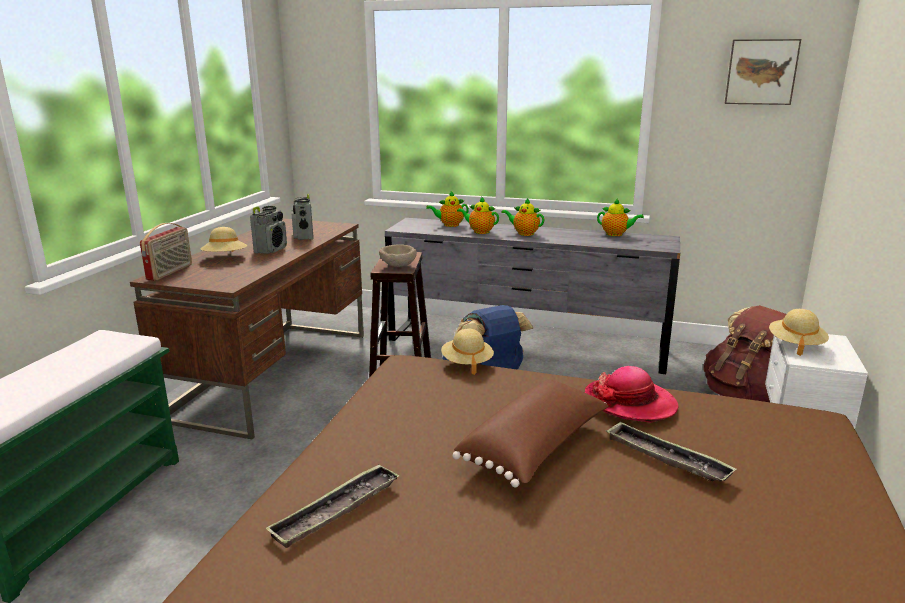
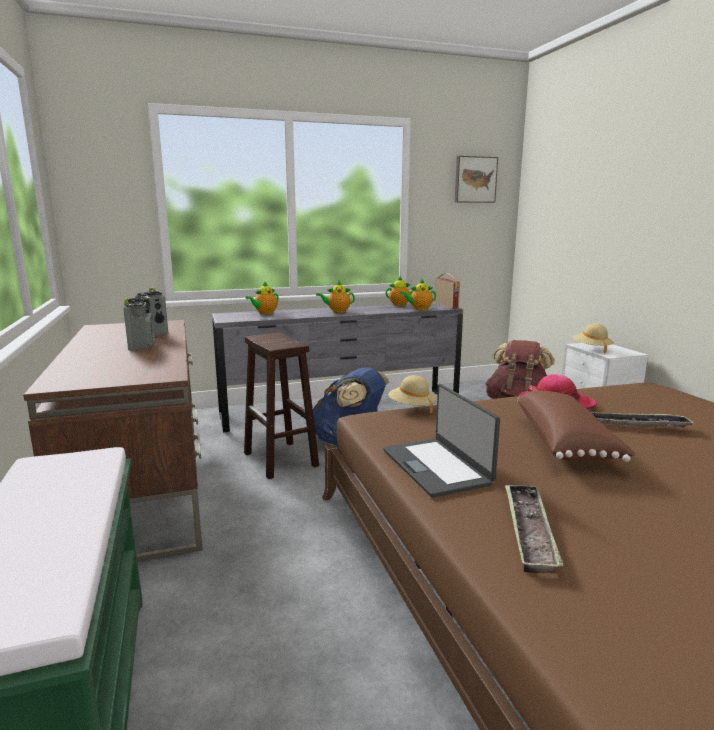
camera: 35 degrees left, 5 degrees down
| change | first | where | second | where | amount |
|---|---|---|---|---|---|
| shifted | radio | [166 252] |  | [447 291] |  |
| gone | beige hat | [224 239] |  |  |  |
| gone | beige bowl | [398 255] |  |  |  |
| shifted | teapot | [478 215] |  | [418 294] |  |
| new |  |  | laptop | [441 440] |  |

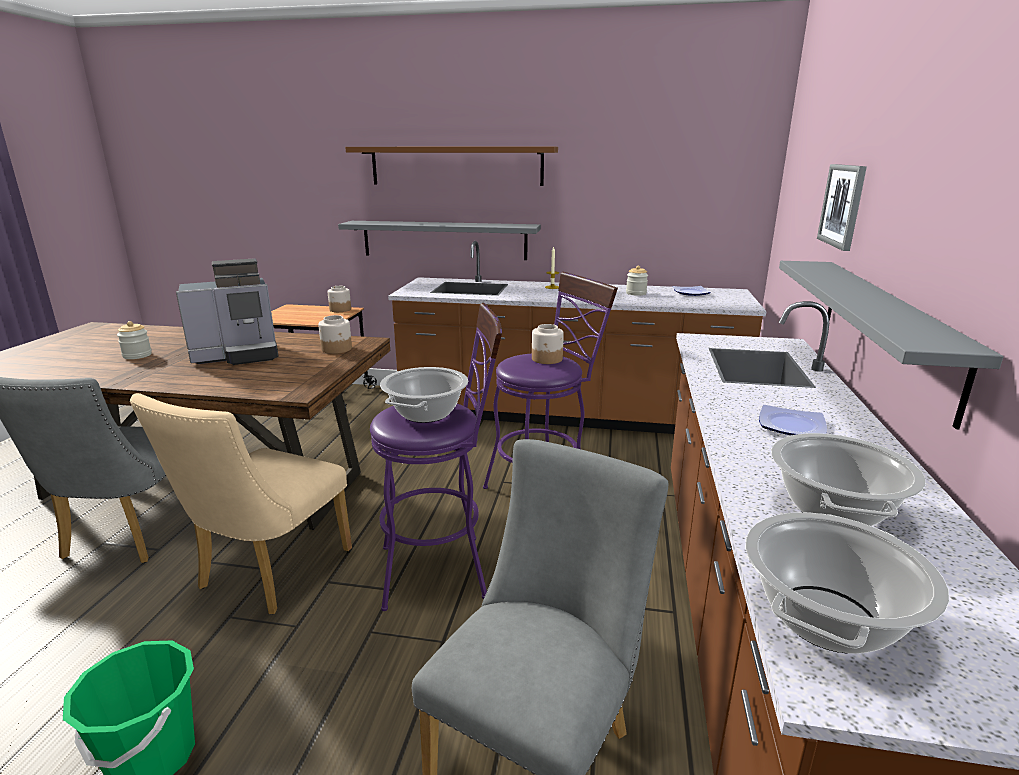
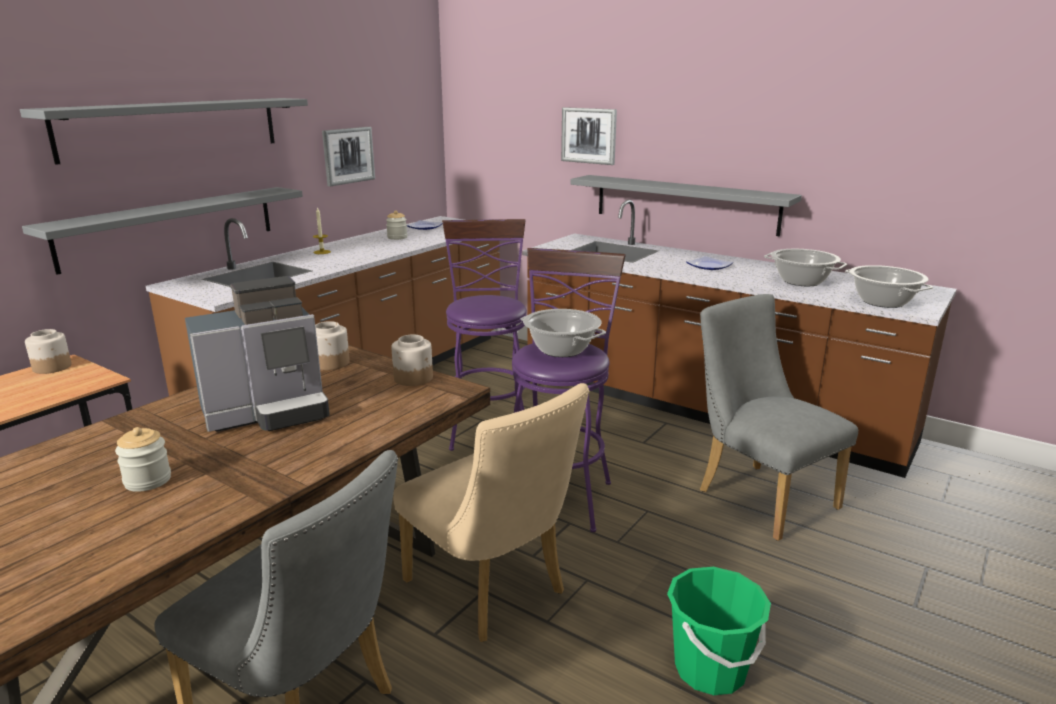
camera: 65 degrees left, 0 degrees up
| change | first | where | second | where | amount |
|---|---|---|---|---|---|
| rotated | coffee machine | [227 312] |  | [257 354] | 60 degrees clockwise |
| repainted | brown shelf | [451 166] | grey shelf | [164 131] |  |
| shifted | jar | [548 344] |  | [412 360] |  |
| new |  |  | picture | [348 156] |  |

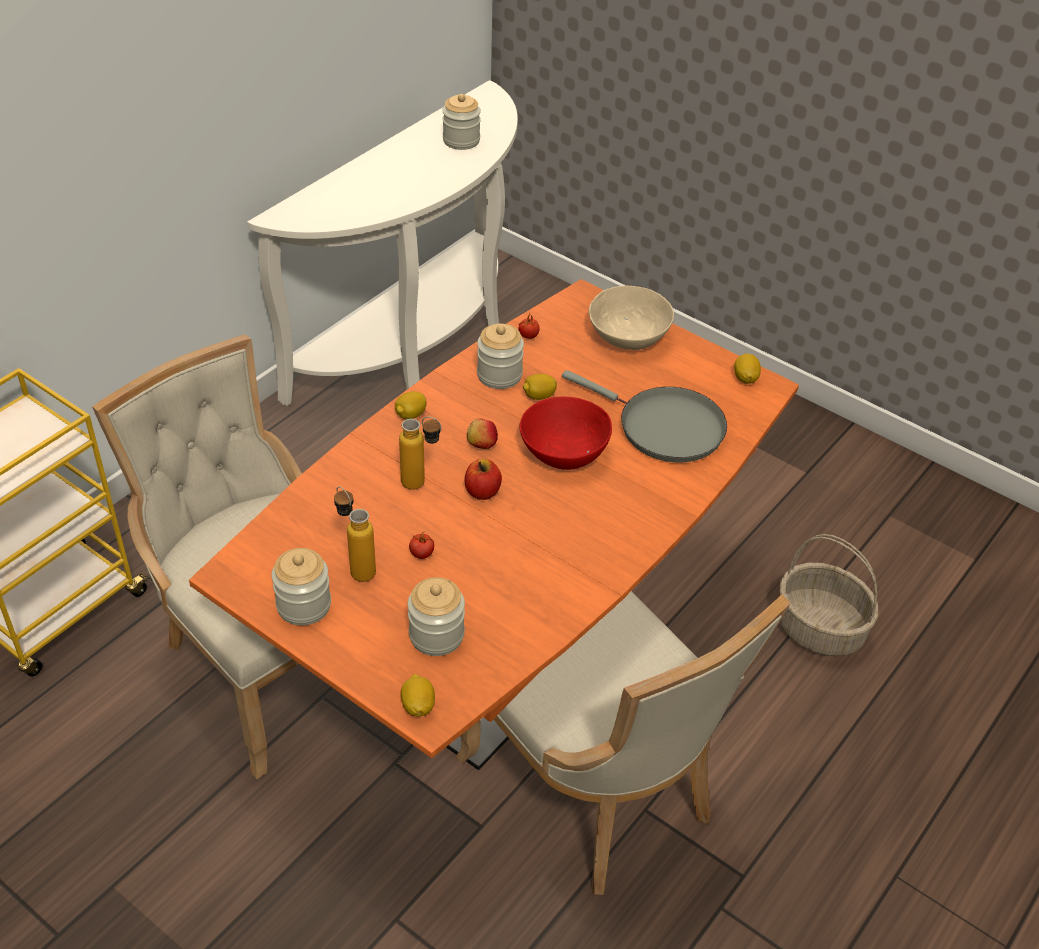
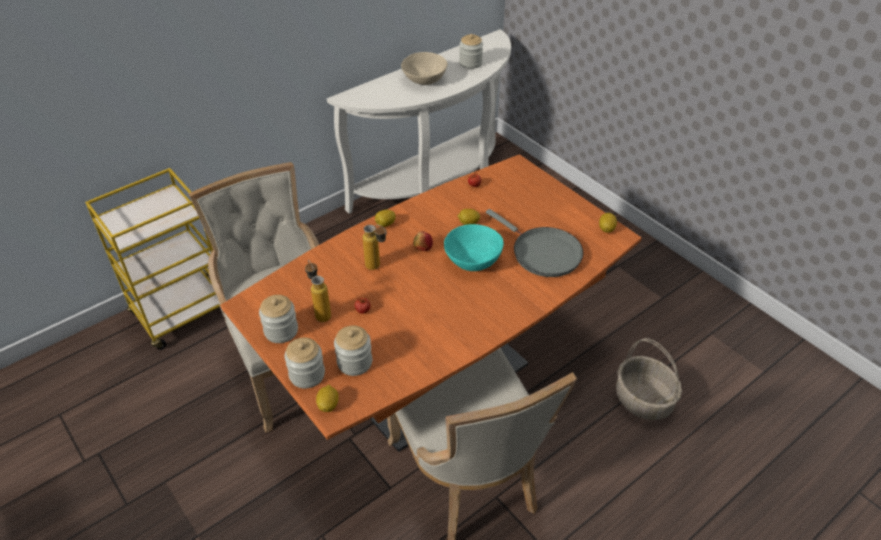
camera: 15 degrees right, 0 degrees up
| change | first | where | second | where | amount |
|---|---|---|---|---|---|
| gone | apple | [483 479] |  |  |  |
| shifted | jar | [500 356] |  | [304 363] |  |
| repainted | red bowl | [565 433] | turquoise bowl | [474 247] |  |
| shifted | beige bowl | [631 318] |  | [424 68] |  |

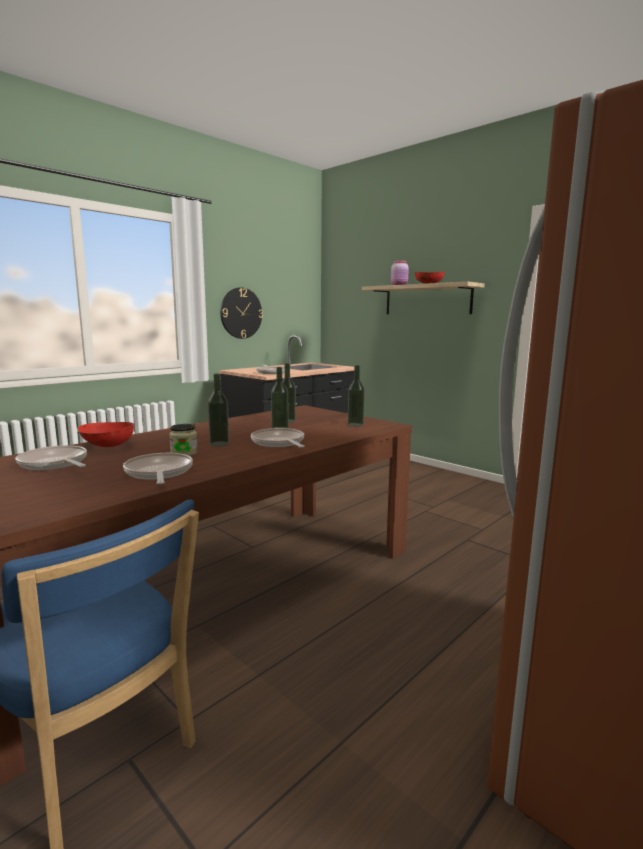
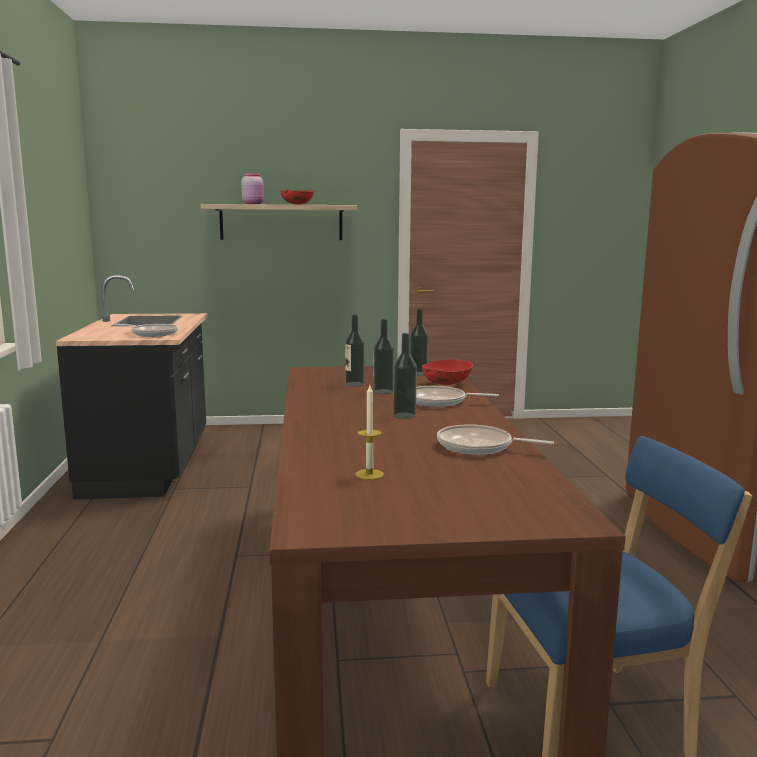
camera: 50 degrees left, 0 degrees up
| change | first | where | second | where | amount |
|---|---|---|---|---|---|
| swapped | frying pan | [51 457] | candle | [369 432] |  |
| shifted | red bowl | [106 434] |  | [447 372] |  |
| gone | jar | [183 440] |  |  |  |
| gone | wall clock | [241 313] |  |  |  |

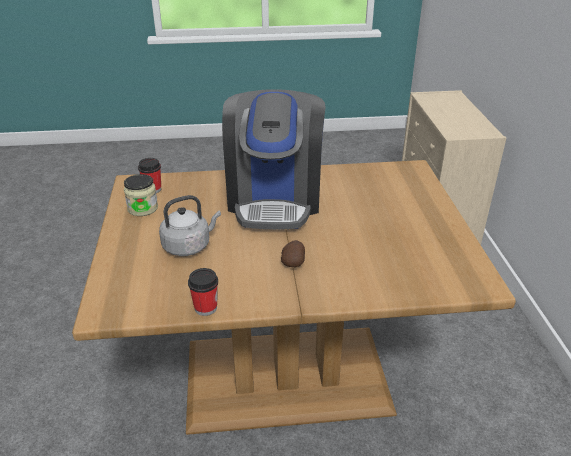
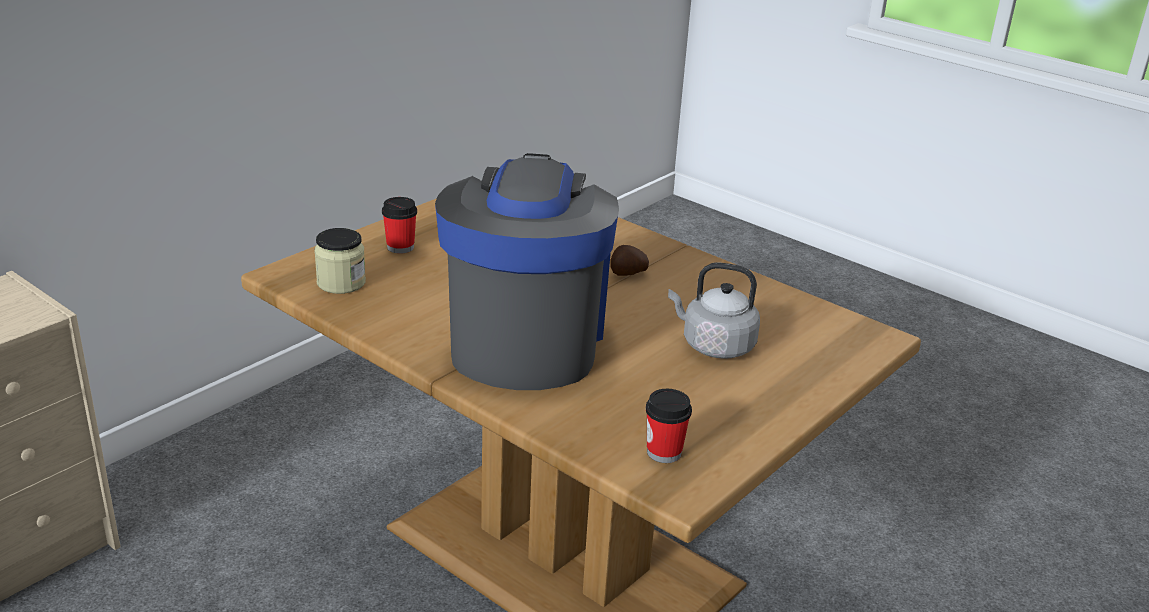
camera: 135 degrees left, 5 degrees down
| change | first | where | second | where | amount |
|---|---|---|---|---|---|
| shifted | jar | [141 195] |  | [340 261] |  |
| shifted | cup | [203 292] |  | [399 225] |  |
| rotated | coffee machine | [274 159] |  | [527 271] | 45 degrees counterclockwise |

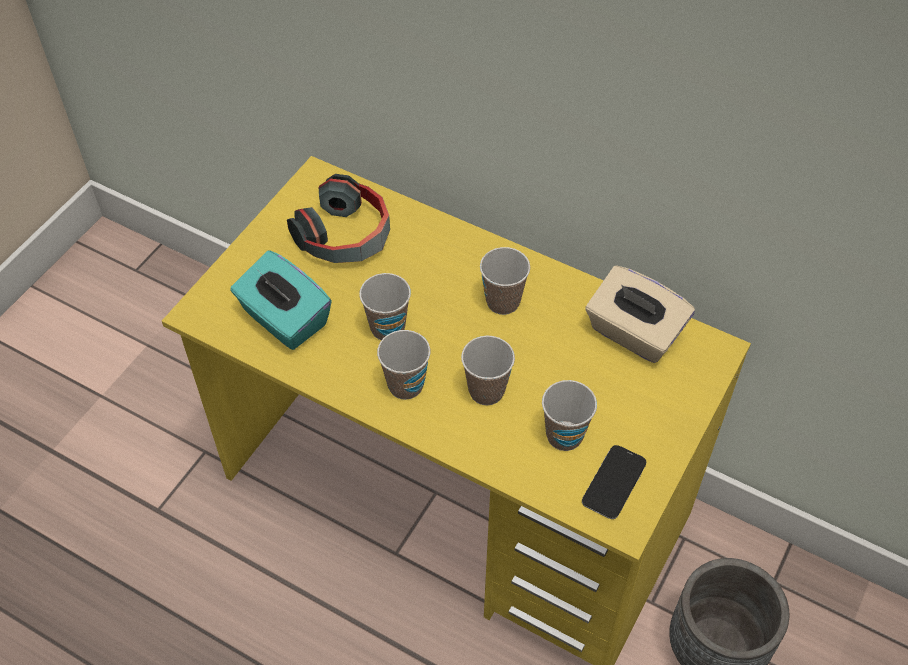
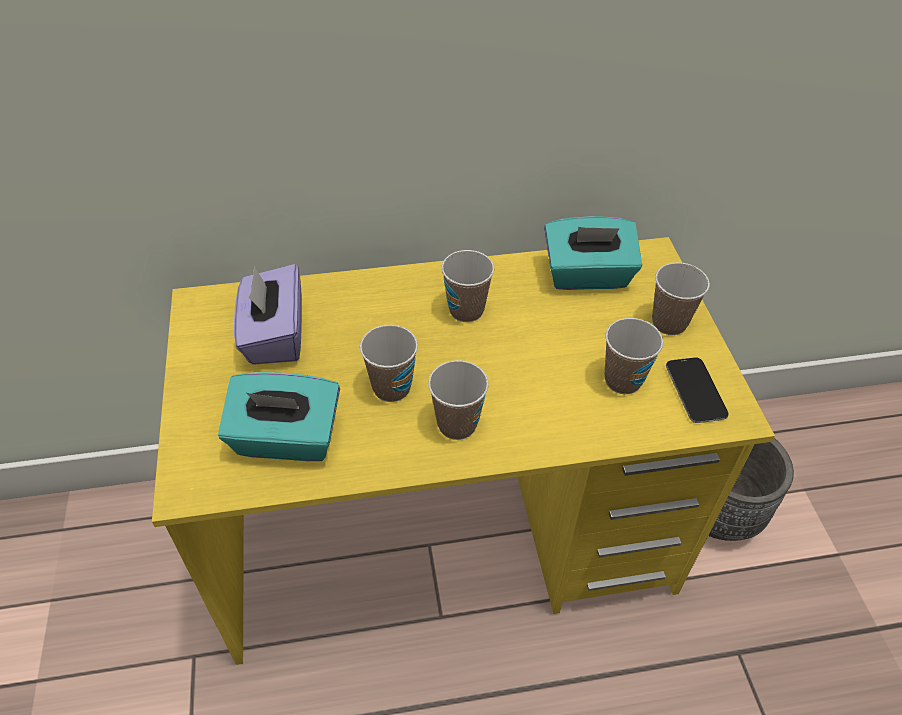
camera: 40 degrees left, 5 degrees down
| change | first | where | second | where | amount |
|---|---|---|---|---|---|
| swapped | headphones | [338 218] | purple tissue box | [268 314] |  |
| shifted | cup | [488 371] |  | [681 298] |  |
| repainted | beige tissue box | [640 314] | turquoise tissue box | [593 253] |  |

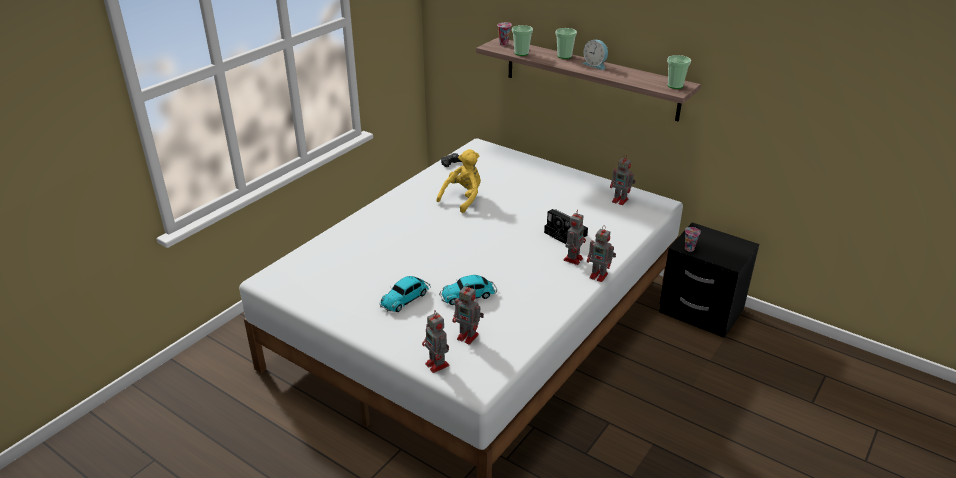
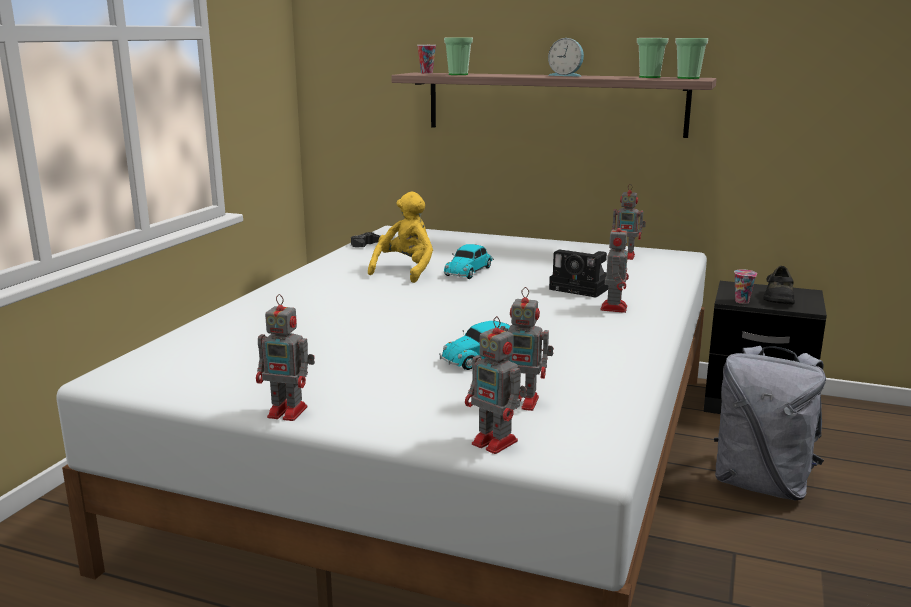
camera: 15 degrees left, 15 degrees down
| change | first | where | second | where | amount |
|---|---|---|---|---|---|
| shifted | toy car | [405 294] |  | [469 261] |  |
| shifted | cup | [566 43] |  | [653 58] |  |
| shifted | toy robot | [601 254] |  | [285 357] |  |
| new |  |  | grey backpack | [770 423] |  |
| new |  |  | black shoe | [779 285] |  |

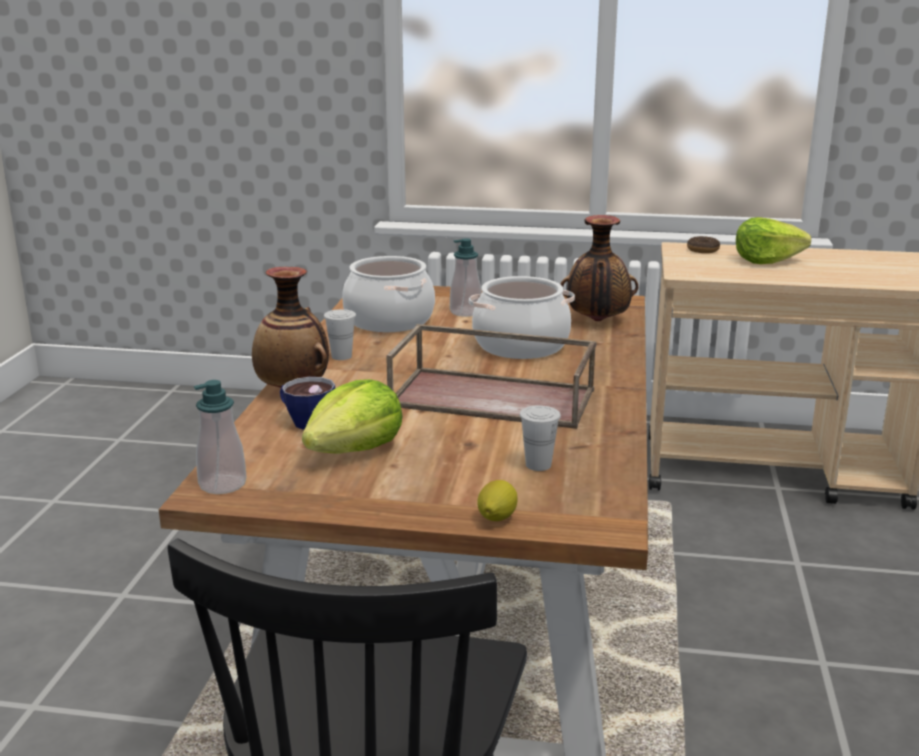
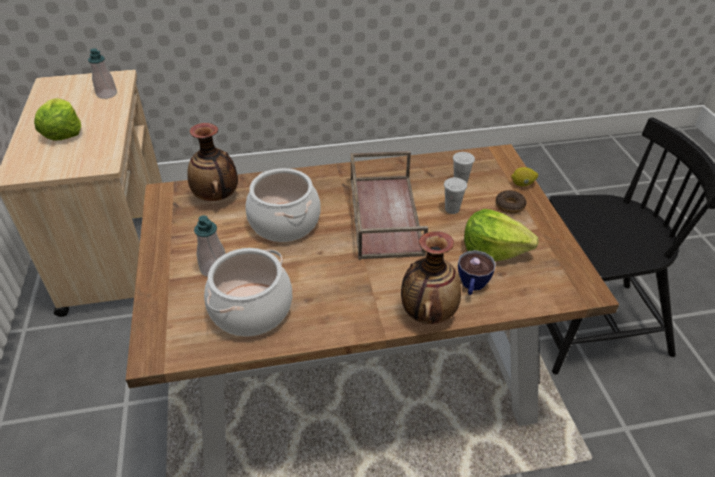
camera: 110 degrees left, 20 degrees up
| change | first | where | second | where | amount |
|---|---|---|---|---|---|
| shifted | soap dispenser | [220 437] |  | [102 73] |  |
| shifted | white cup | [340 334] |  | [455 196] |  |
| shifted | donut | [703 244] |  | [511 201] |  |

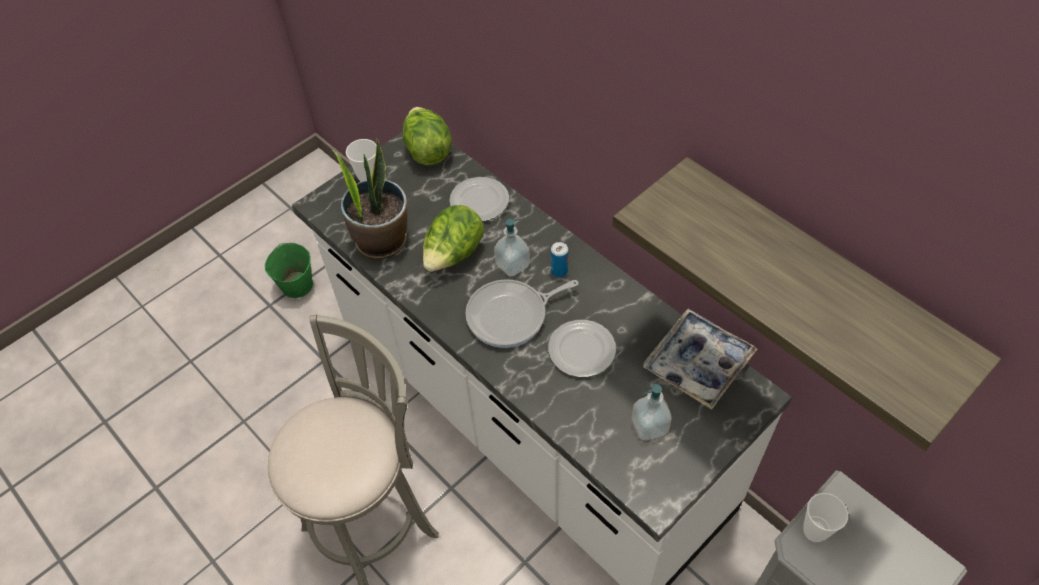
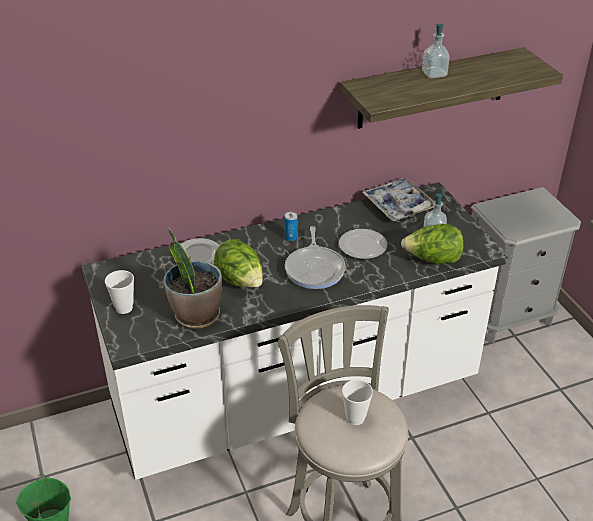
camera: 70 degrees left, 15 degrees down
| change | first | where | second | where | amount |
|---|---|---|---|---|---|
| shifted | lettuce | [427 136] |  | [432 244] |  |
| shifted | soap dispenser | [512 247] |  | [436 51] |  |
| shifted | cup | [825 517] |  | [357 402] |  |

